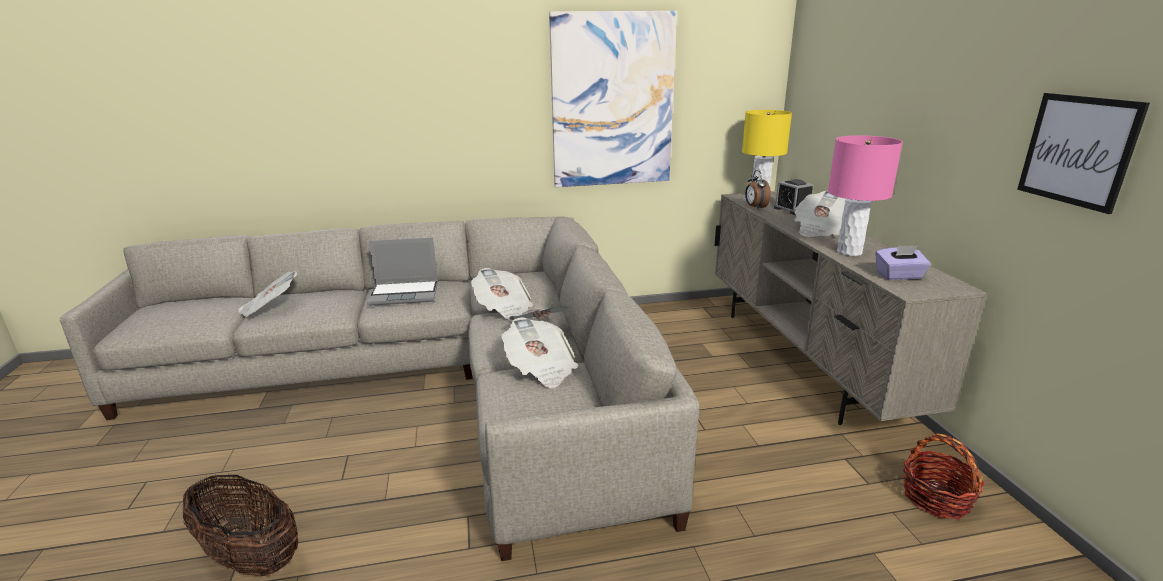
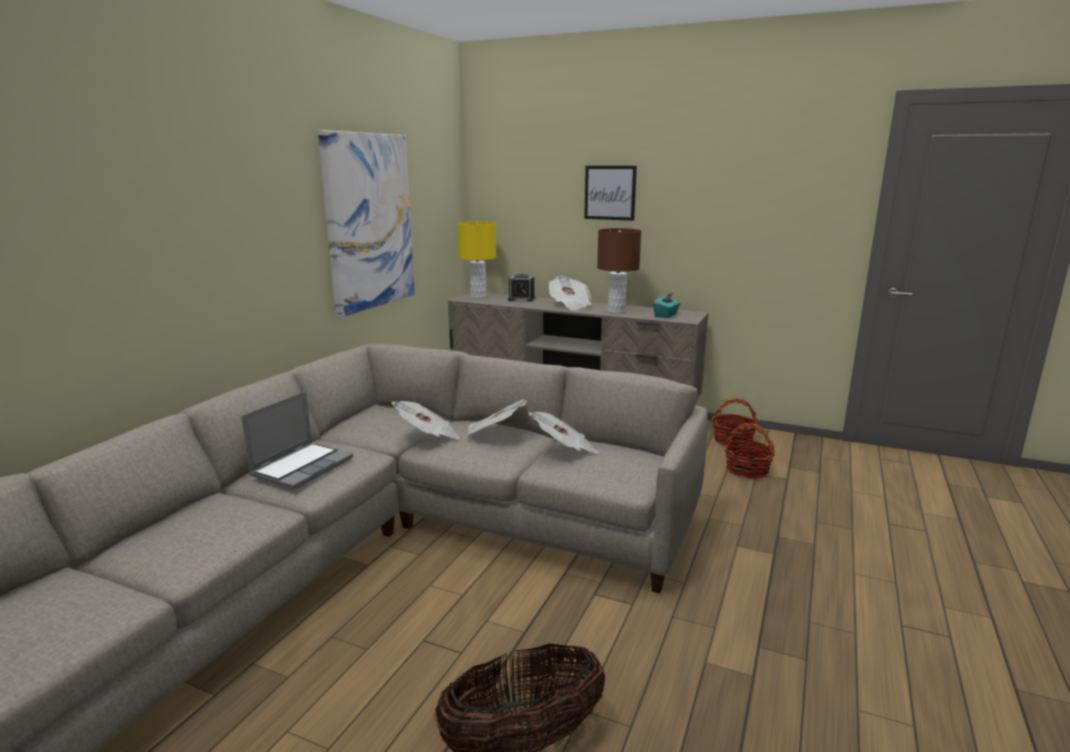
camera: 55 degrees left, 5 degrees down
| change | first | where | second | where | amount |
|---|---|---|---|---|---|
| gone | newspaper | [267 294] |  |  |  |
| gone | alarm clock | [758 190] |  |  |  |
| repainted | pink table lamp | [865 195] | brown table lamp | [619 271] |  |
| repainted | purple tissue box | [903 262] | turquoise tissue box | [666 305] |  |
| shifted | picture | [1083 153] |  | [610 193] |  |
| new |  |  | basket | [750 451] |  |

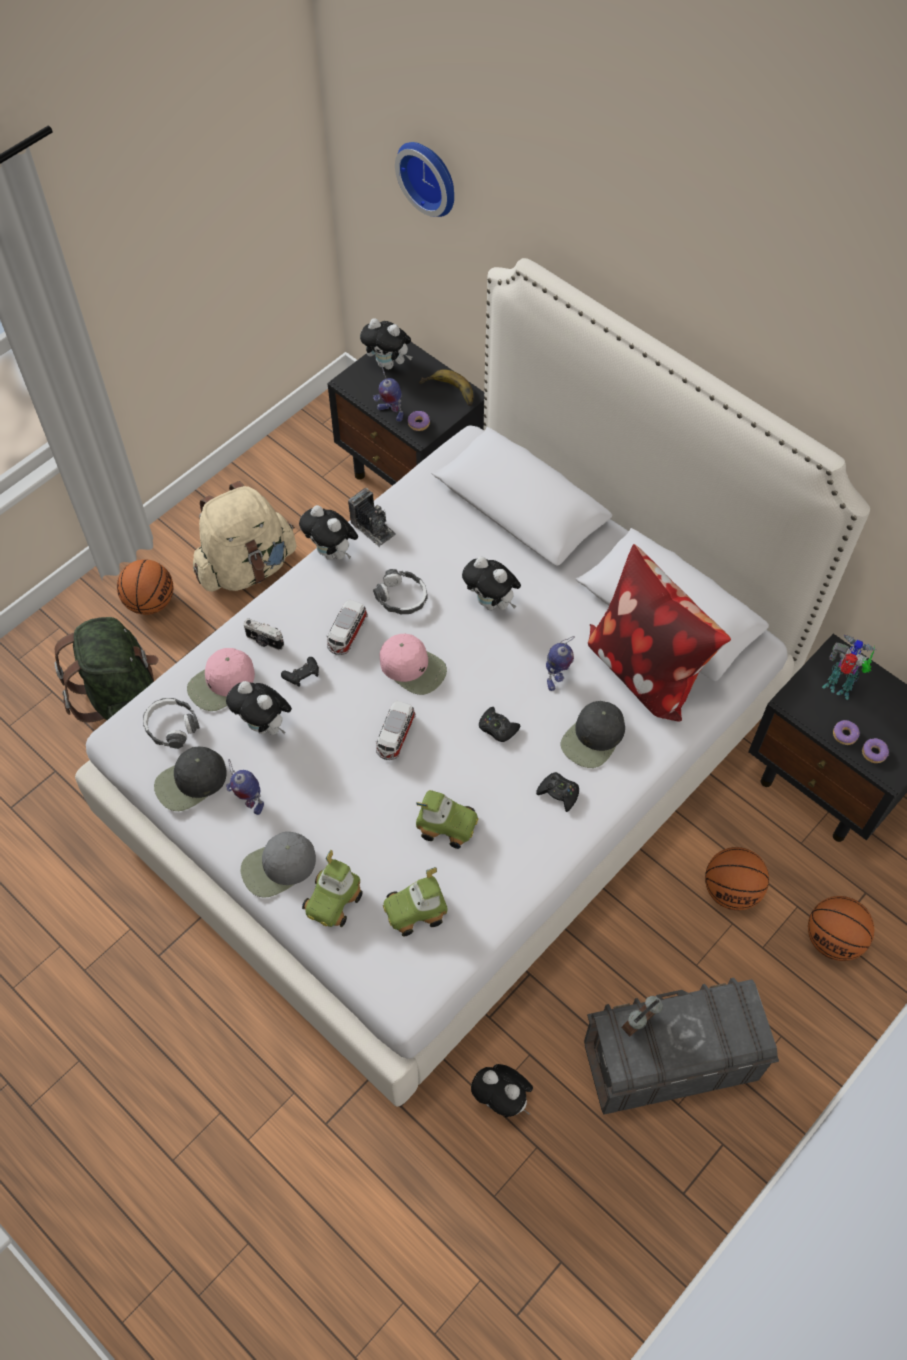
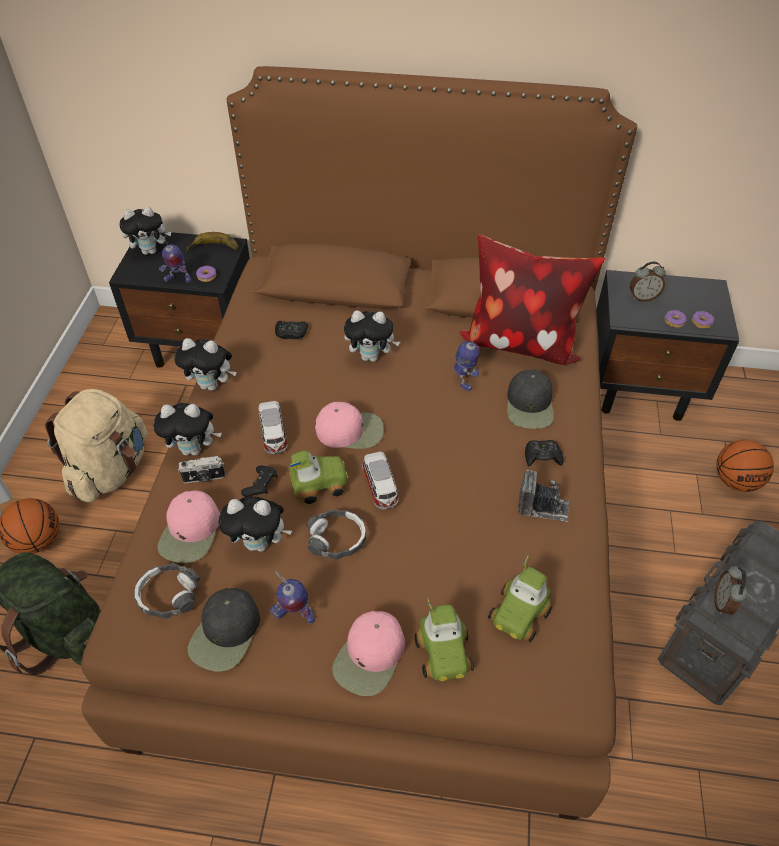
camera: 35 degrees left, 10 degrees down
| change | first | where | second | where | amount |
|---|---|---|---|---|---|
| repainted | white bed | [472 683] | brown bed | [359 443] |  |
| repainted | grey cap | [278 865] | pink cap | [368 653] |  |
| shifted | photo camera | [372 517] |  | [544 495] |  |
| shifted | headphones | [400 591] |  | [337 535] |  |
| gone | wall clock | [424 179] |  |  |  |
| shifted | toy car | [447 819] |  | [318 477] |  |
| shifted | plush toy | [502 1091] |  | [187 429] |  |
| shifted | black game controller | [499 724] |  | [291 330] |  |
| gone | basketball | [737 878] |  |  |  |
| swapped | toy robot | [849 667] | alarm clock | [648 282] |  |

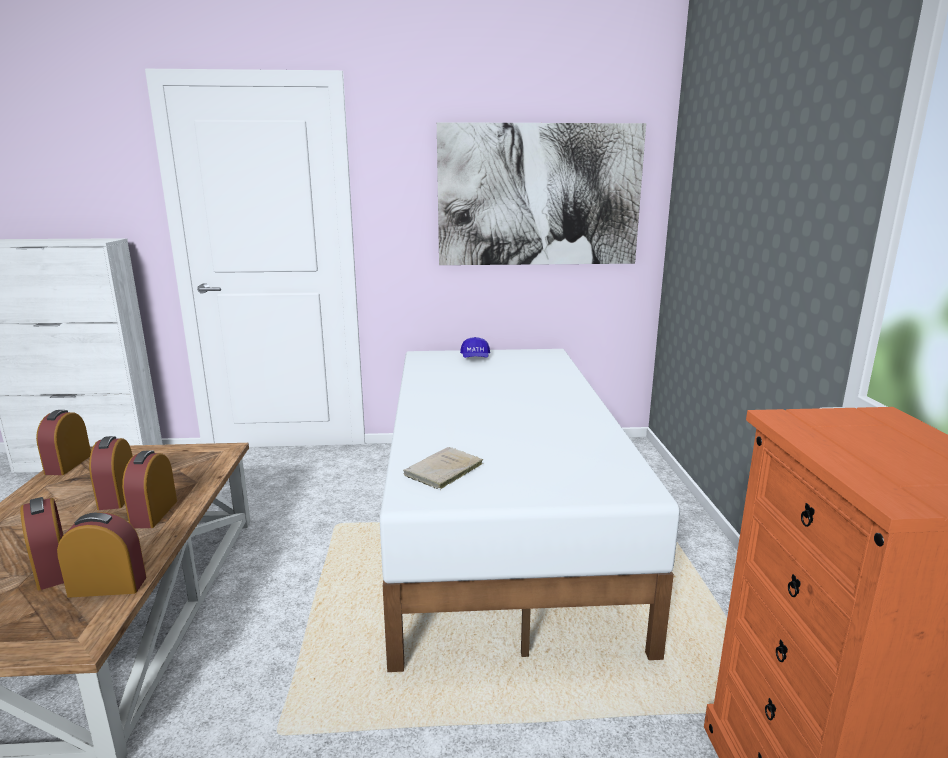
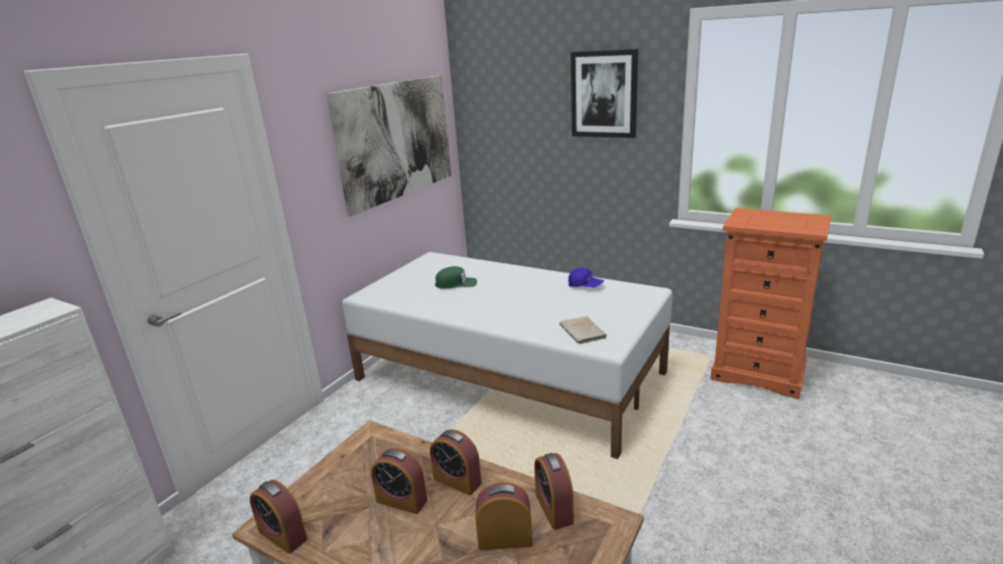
camera: 55 degrees left, 5 degrees up
| change | first | where | second | where | amount |
|---|---|---|---|---|---|
| rotated | alarm clock | [101 555] |  | [554 491] | 45 degrees counterclockwise |
| shifted | blue cap | [475 347] |  | [586 278] |  |
| new |  |  | green cap | [456 277] |  |
| new |  |  | picture | [604 93] |  |

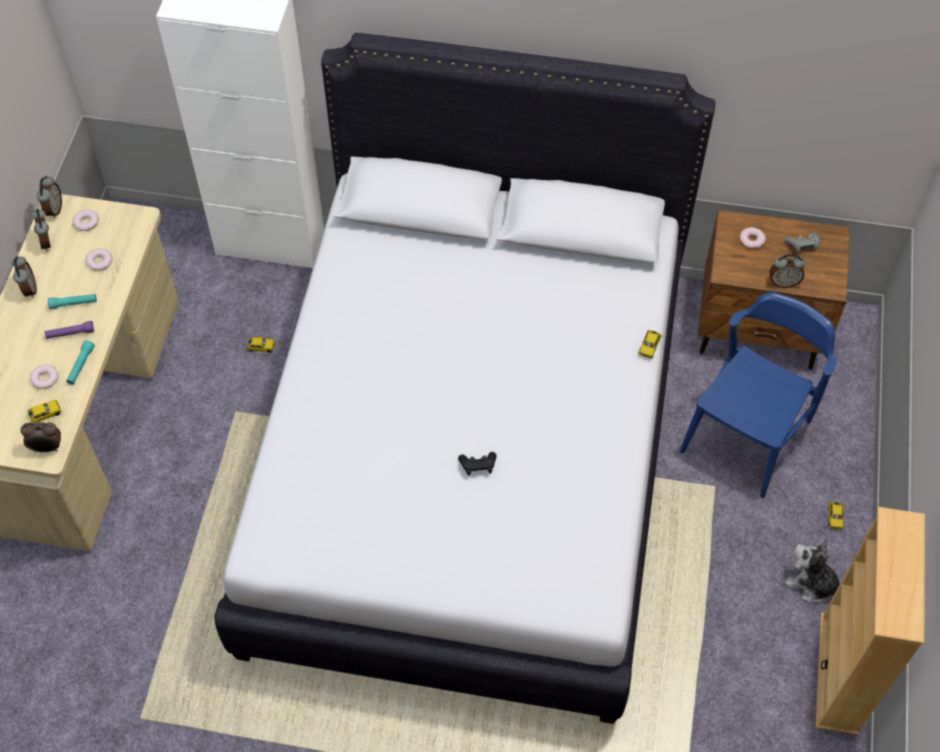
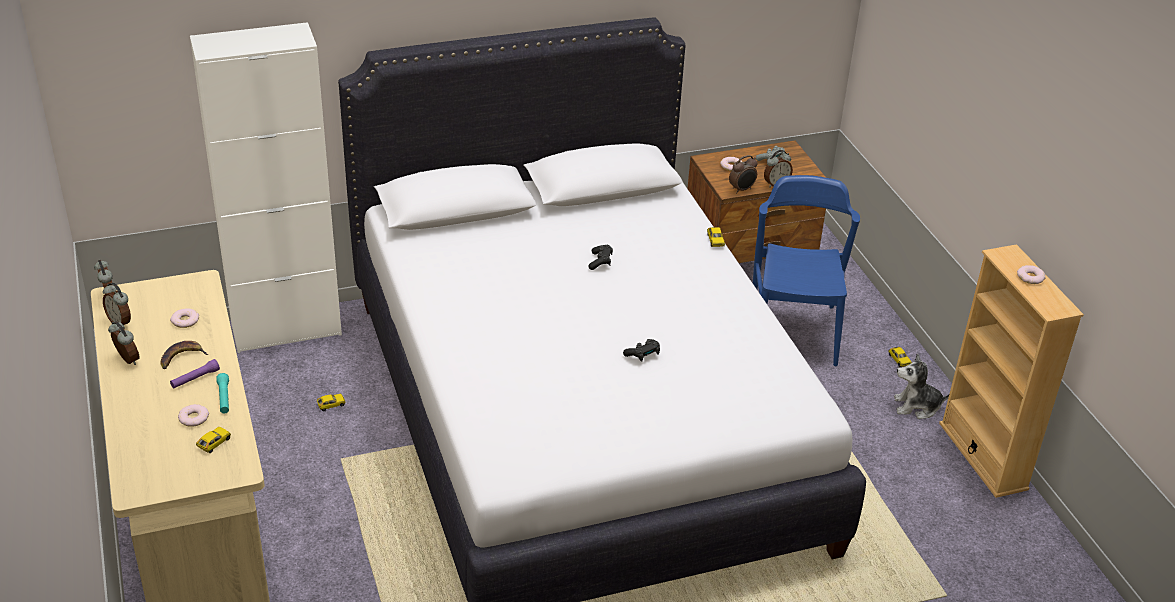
camera: 30 degrees left, 20 degrees down
| change | first | where | second | where | amount |
|---|---|---|---|---|---|
| shifted | alarm clock | [41 437] |  | [743 174] |  |
| swapped | turquoise flashlight | [72 301] | banana | [184 355] |  |
| shifted | donut | [85 220] |  | [1031 274] |  |
| new |  |  | black game controller | [601 257] |  |

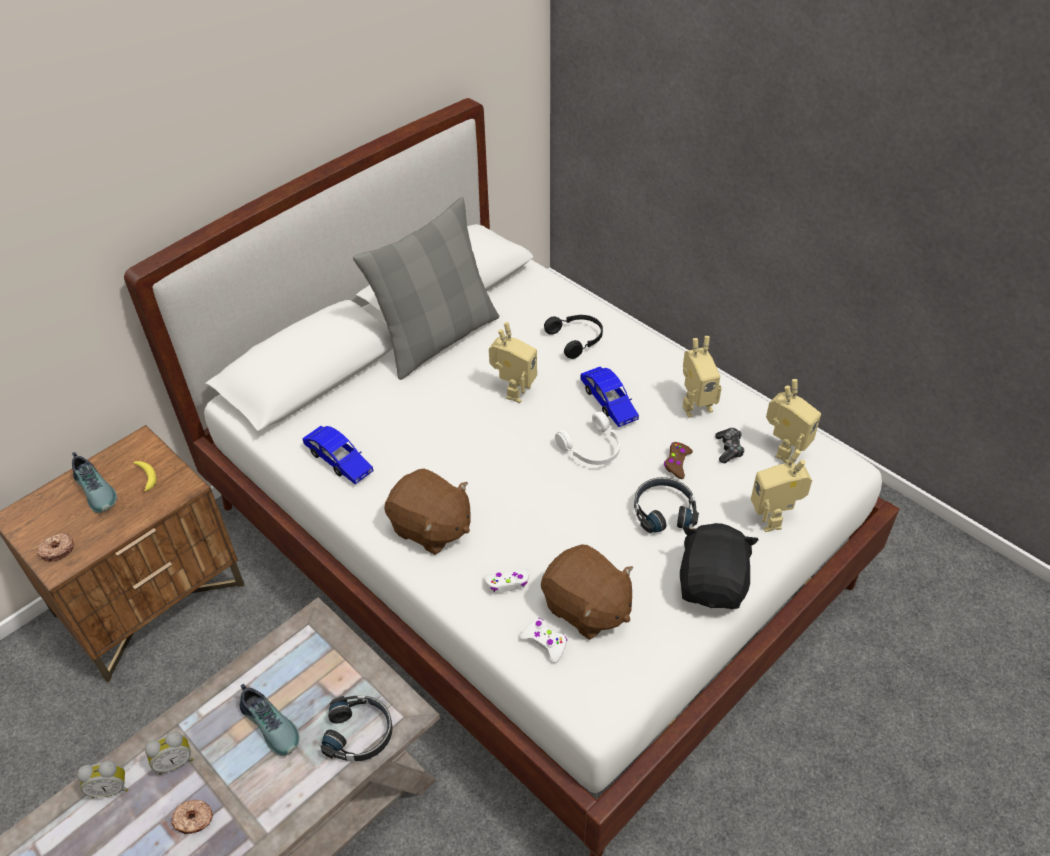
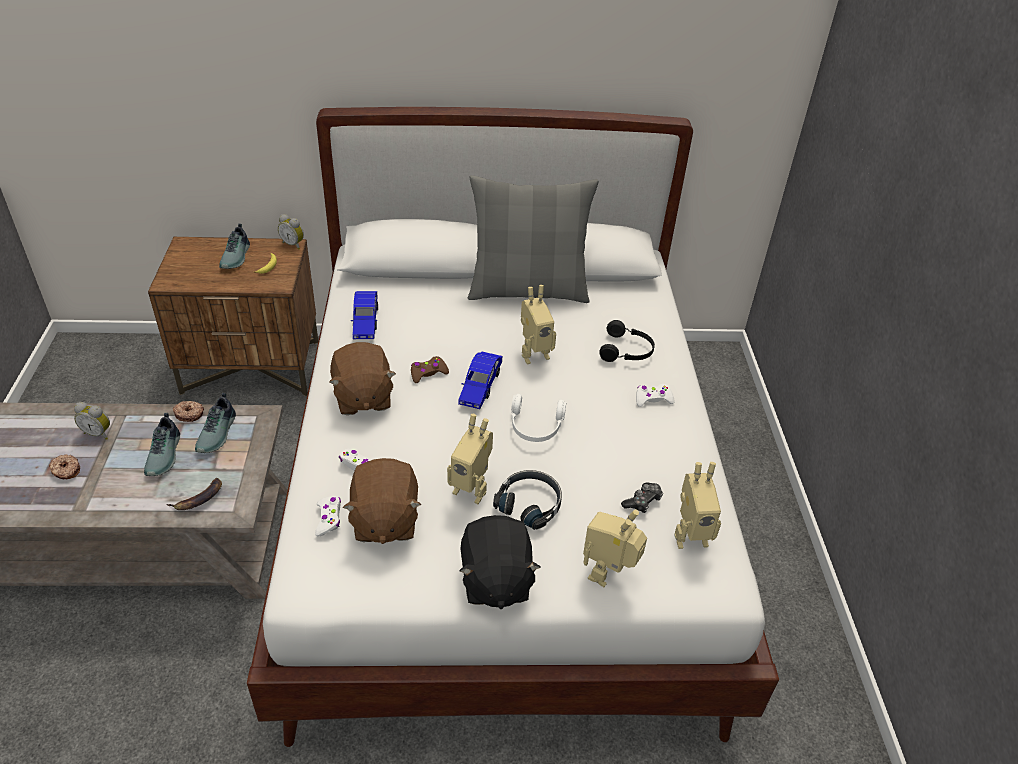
camera: 40 degrees right, 5 degrees down
| change | first | where | second | where | amount |
|---|---|---|---|---|---|
| shifted | donut | [55 547] |  | [188 411] |  |
| shifted | alarm clock | [102 779] |  | [291 232] |  |
| swapped | black headphones | [356 728] | banana | [194 494] |  |
| shifted | blue toy car | [610 397] |  | [480 380] |  |
| shifted | brown game controller | [678 460] |  | [430 369] |  |
| rotated | black plush toy | [719 566] |  | [500 562] | 120 degrees clockwise |
| shifted | toy robot | [702 377] |  | [470 459] |  |
| new |  |  | shoe | [215 423] |  |
| new |  |  | white game controller | [655 395] |  |

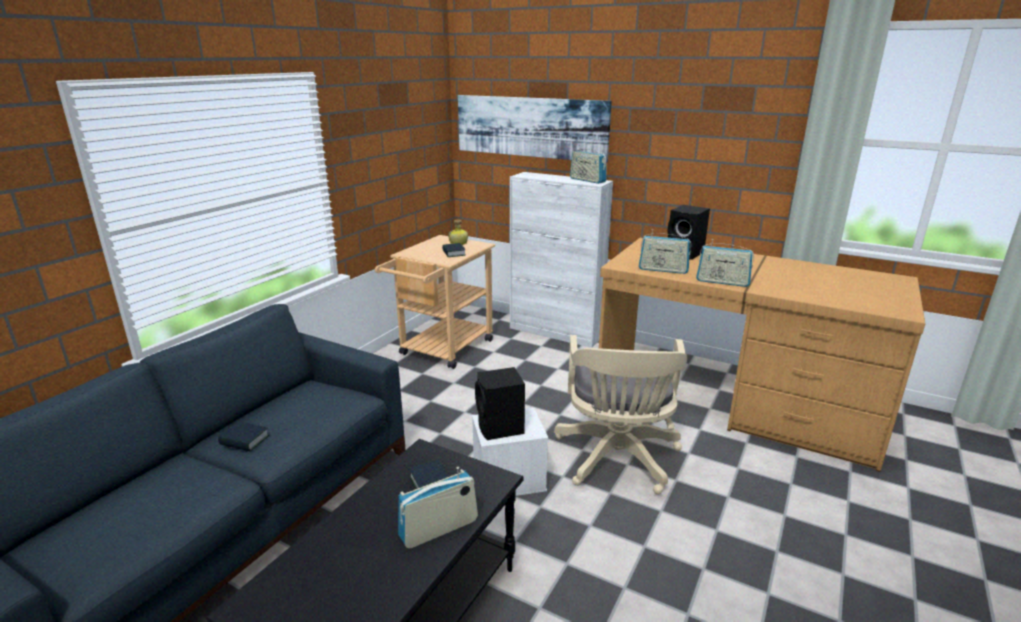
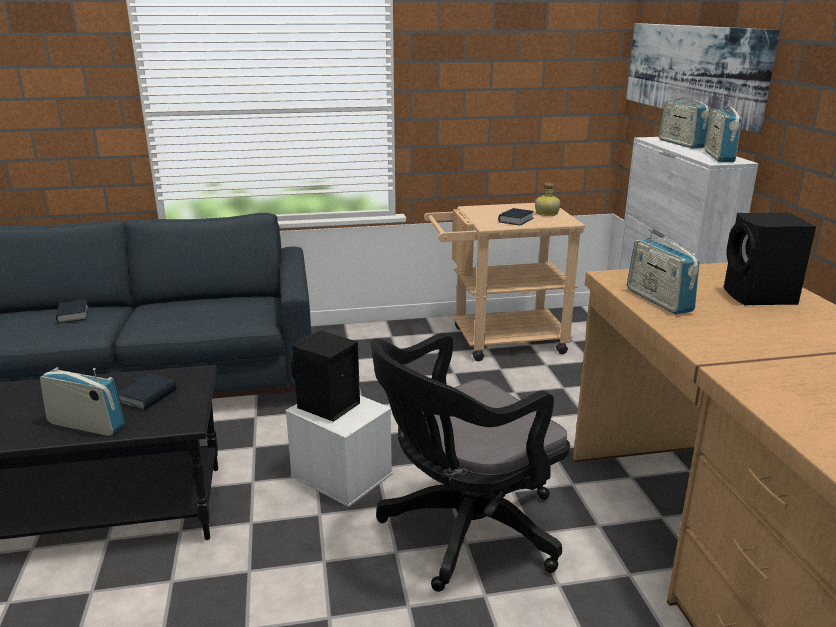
camera: 50 degrees right, 0 degrees up
| change | first | where | second | where | amount |
|---|---|---|---|---|---|
| shifted | book | [243 436] |  | [72 312] |  |
| repainted | beige office chair | [621 415] | black office chair | [470 462] |  |
| shifted | radio | [725 263] |  | [684 120] |  |

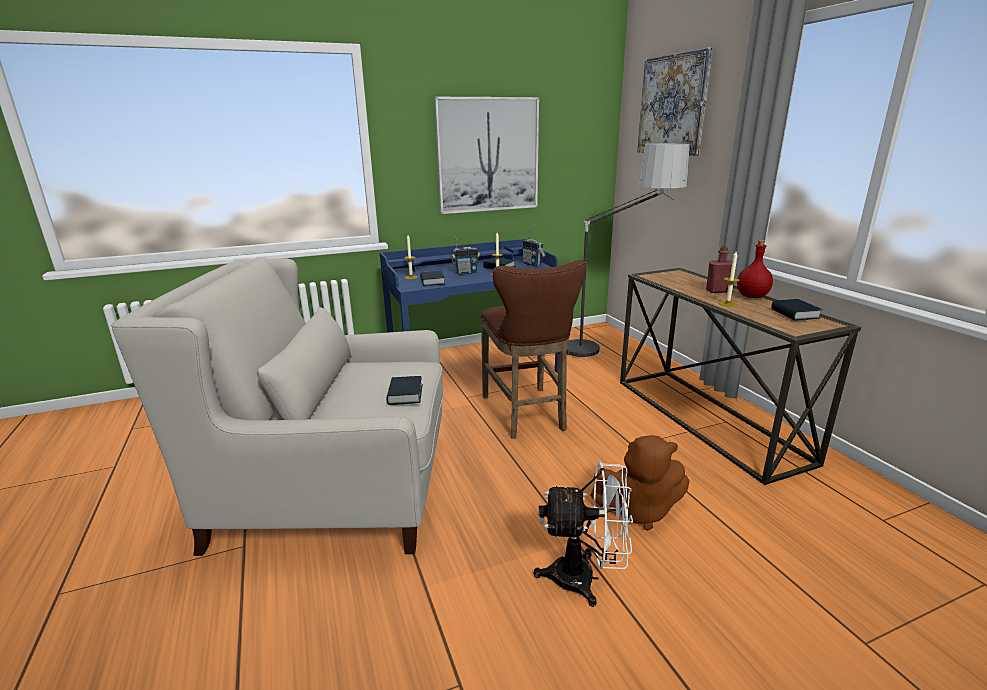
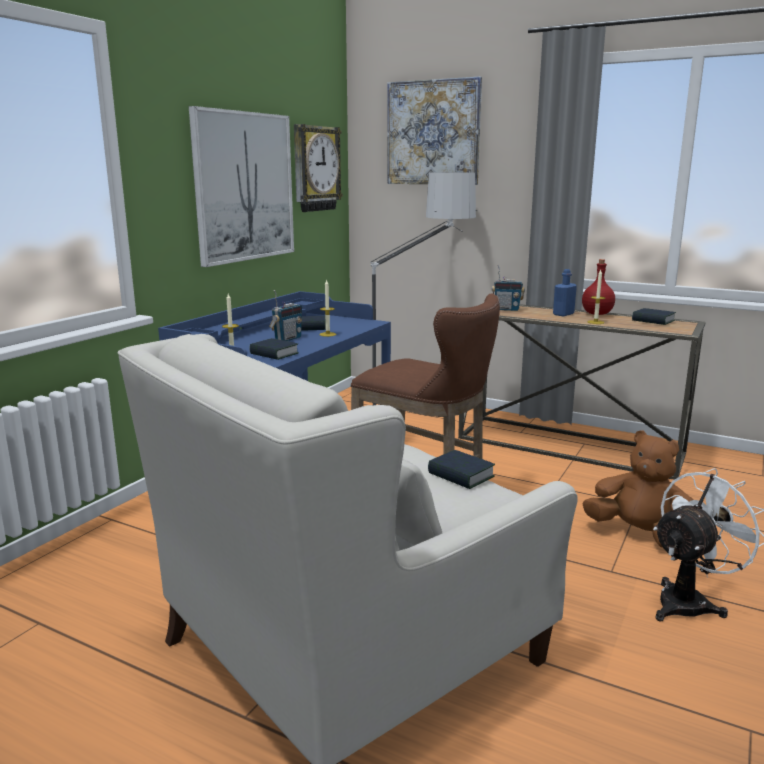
camera: 40 degrees left, 5 degrees down
| change | first | where | second | where | amount |
|---|---|---|---|---|---|
| shifted | radio | [533 247] |  | [508 288] |  |
| rotated | brown plush toy | [640 482] |  | [638 489] | 105 degrees counterclockwise |
| repainted | red bottle | [719 269] | blue bottle | [565 292] |  |
| new |  |  | wall clock | [318 168] |  |

